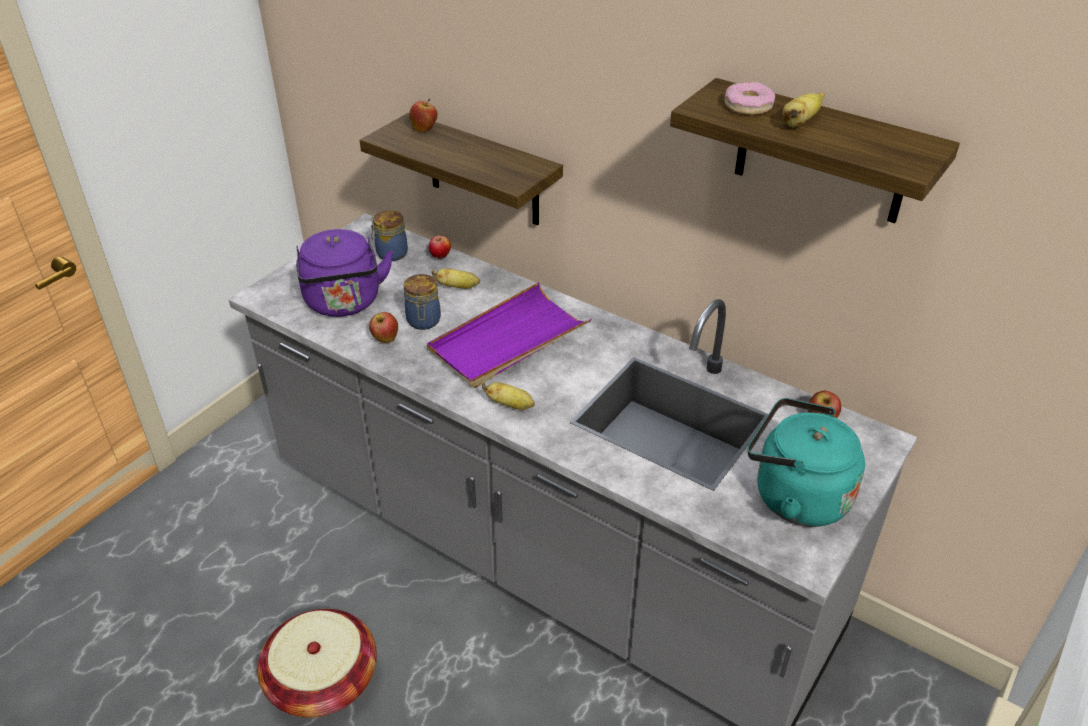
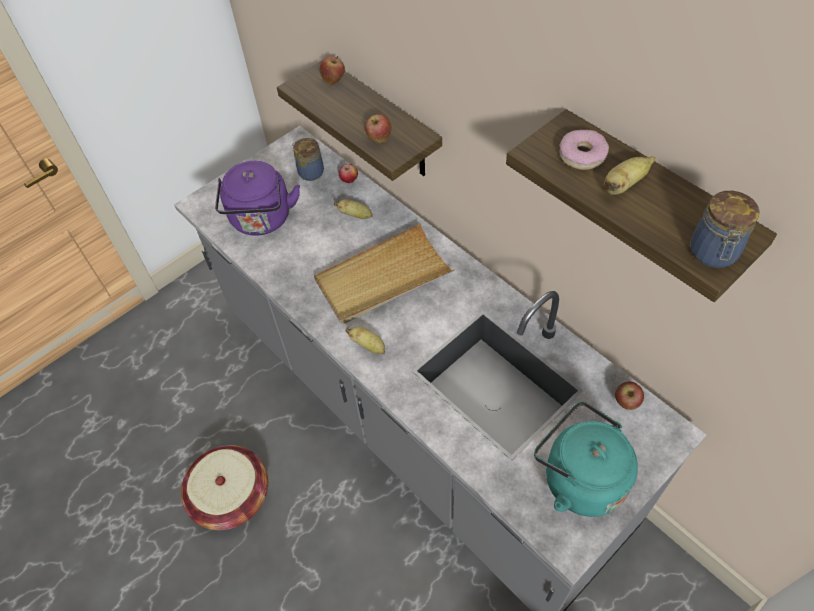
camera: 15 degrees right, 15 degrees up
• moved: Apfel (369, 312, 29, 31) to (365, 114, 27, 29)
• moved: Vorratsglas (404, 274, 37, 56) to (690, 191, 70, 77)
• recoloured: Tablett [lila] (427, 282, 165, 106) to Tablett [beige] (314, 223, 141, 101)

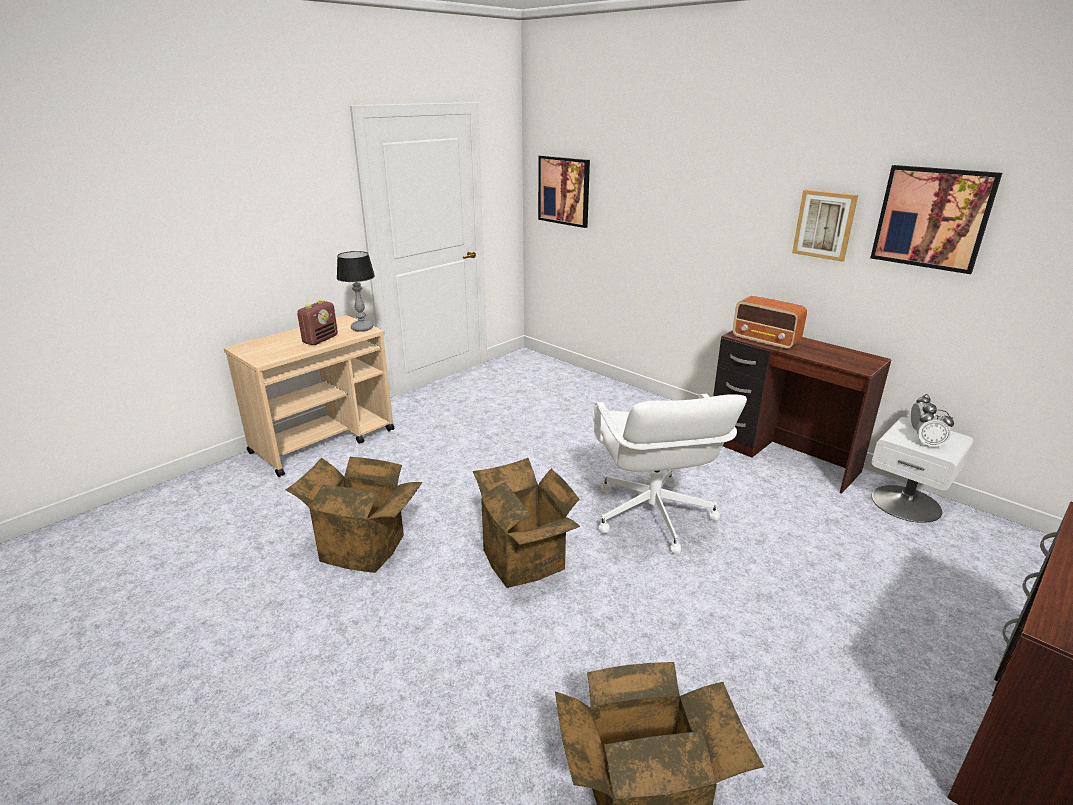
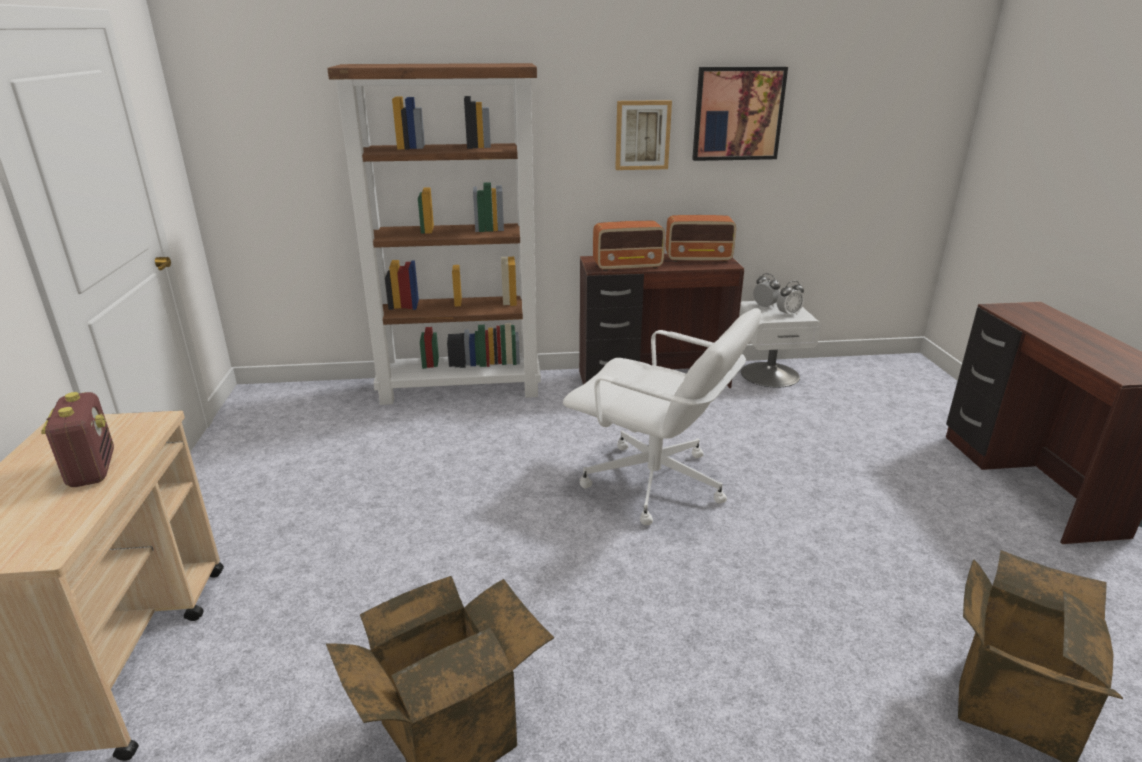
camera: 50 degrees left, 0 degrees up
• removed: Tischlampe (337, 251, 38, 81)
• removed: Karton (473, 458, 107, 130)
• removed: Bild (538, 155, 52, 73)
• added: Bücherregal [braun] (327, 63, 214, 342)
• added: Radio (666, 215, 70, 47)

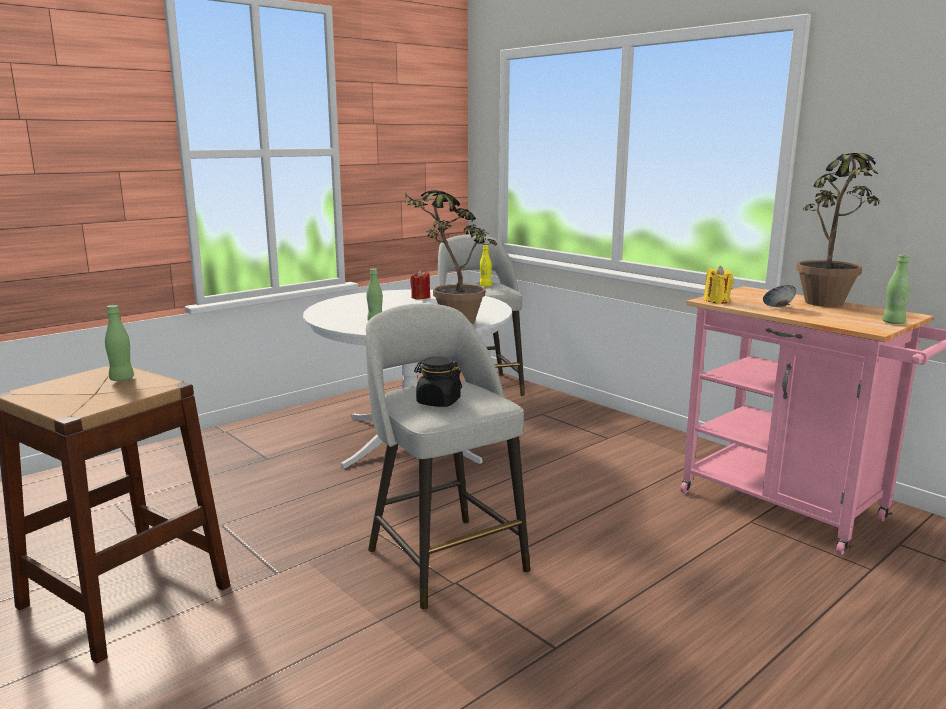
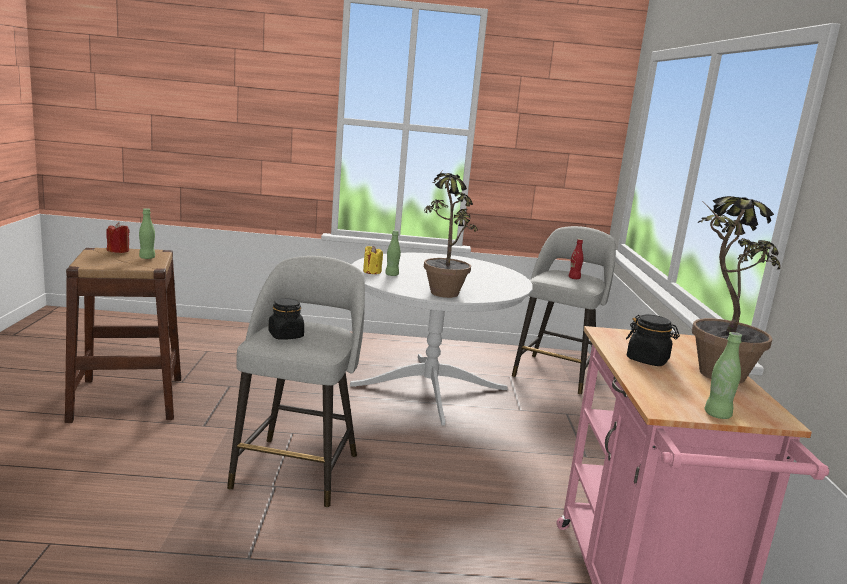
camera: 40 degrees right, 0 degrees up
• moved: Kerze [rot] (410, 270, 20, 29) to (106, 222, 24, 31)
• recoloured: Flasche [gelb] (479, 245, 13, 42) to Flasche [rot] (569, 239, 14, 40)
• moved: Kerze [gelb] (703, 266, 31, 38) to (363, 246, 20, 28)
• replaced: Schüssel (763, 285, 33, 23) to Vorratsglas [schwarz] (626, 314, 54, 52)

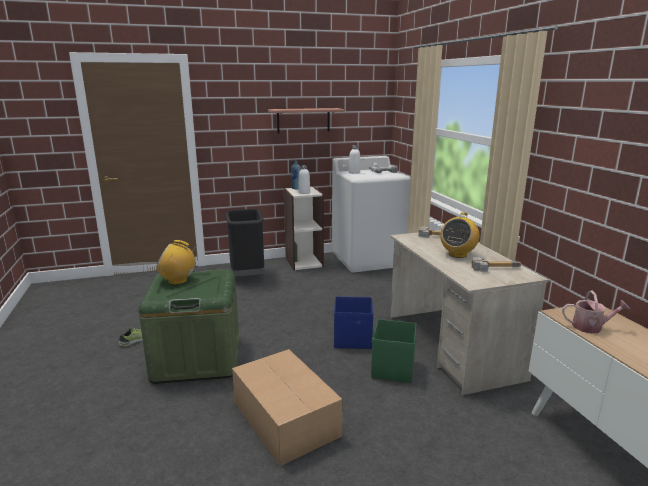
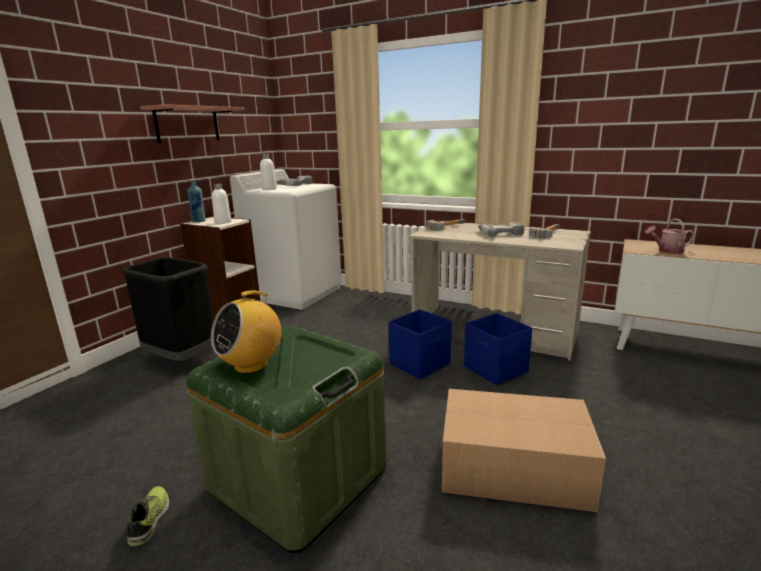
camera: 45 degrees left, 0 degrees up
• recoloured: Aufbewahrungsbox [grün] (371, 319, 46, 64) to Aufbewahrungsbox [blau] (464, 313, 68, 72)
• replaced: Radio (440, 212, 39, 46) to Bohrmaschine (478, 222, 46, 15)
• turned: Gießkanne (562, 291, 68, 43) = (645, 218, 50, 36) 150 degrees counterclockwise

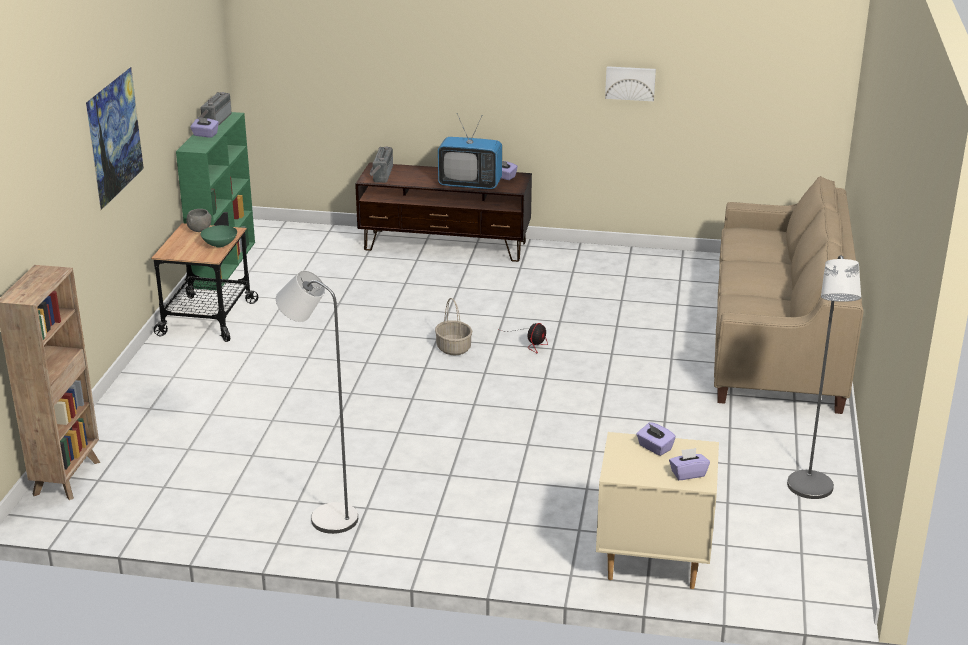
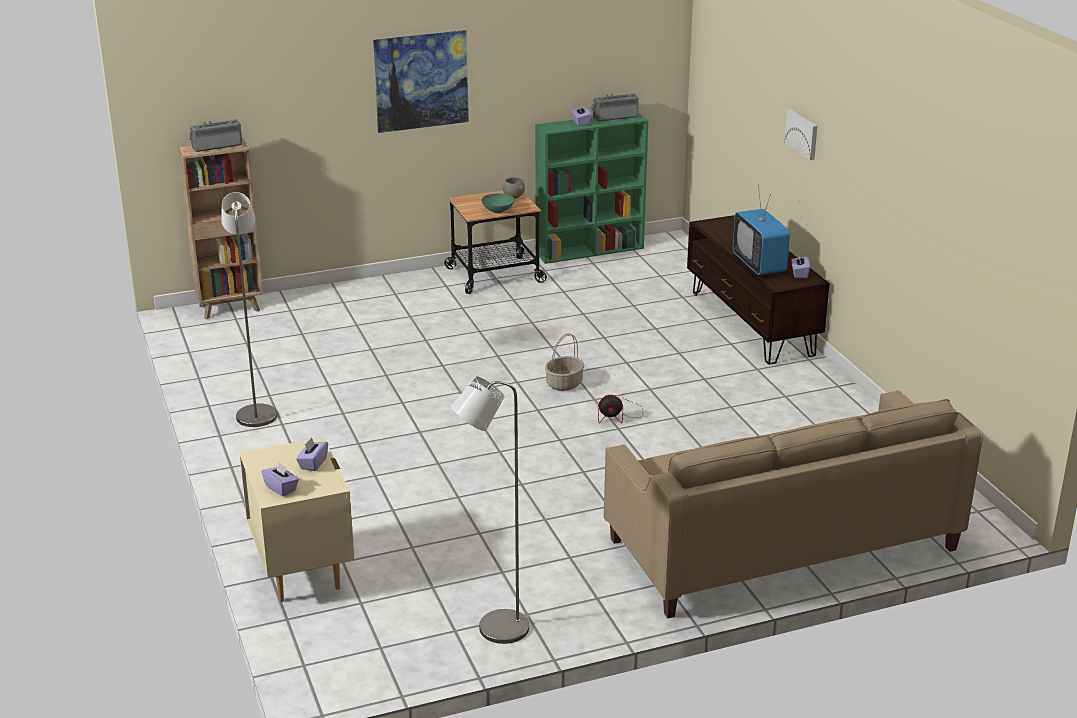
camera: 60 degrees right, 0 degrees up
• moved: Radio (369, 147, 24, 36) to (189, 119, 53, 33)
• moved: Bild (605, 66, 51, 35) to (784, 109, 33, 51)

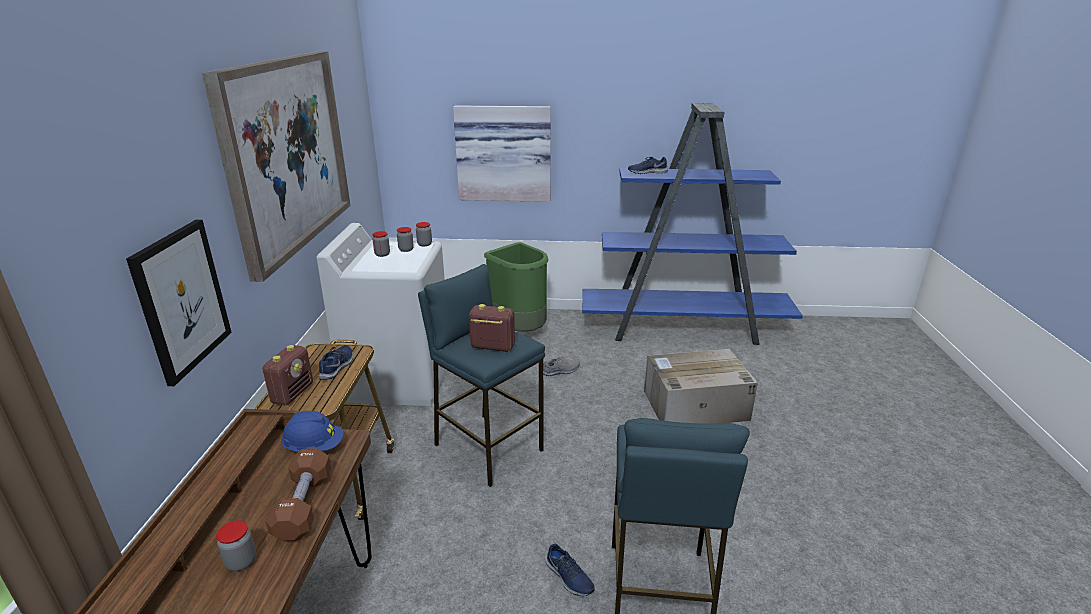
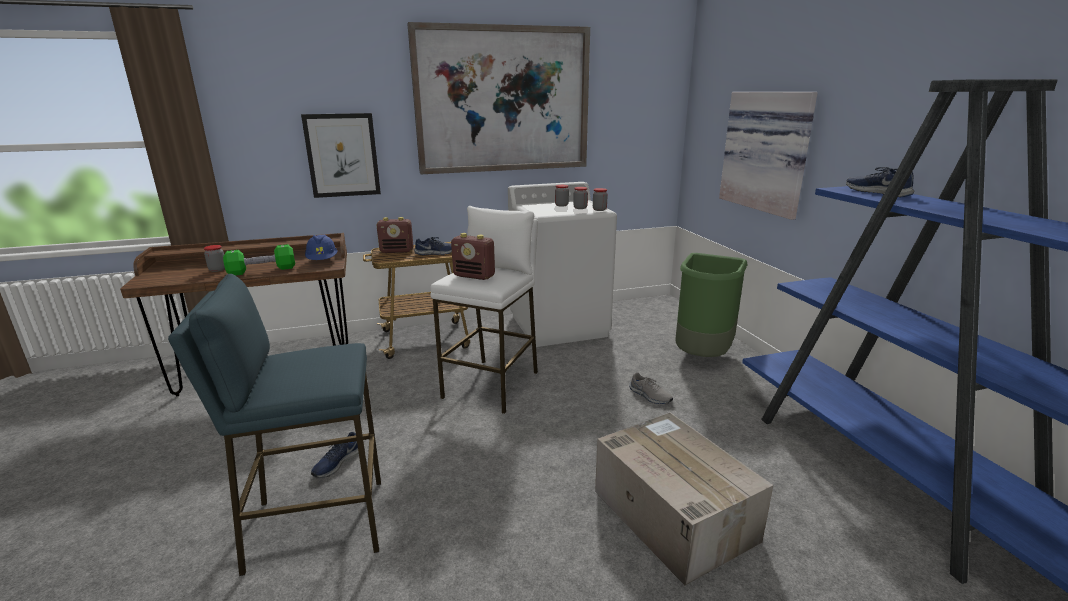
camera: 70 degrees right, 5 degrees down
• recoloured: Hantel [braun] (265, 448, 66, 93) to Hantel [grün] (223, 244, 72, 32)
• recoloured: Hocker [blau] (418, 264, 127, 223) to Hocker [weiß] (430, 206, 108, 208)
• turned: Radio (469, 304, 46, 48) = (451, 233, 44, 47) 120 degrees clockwise

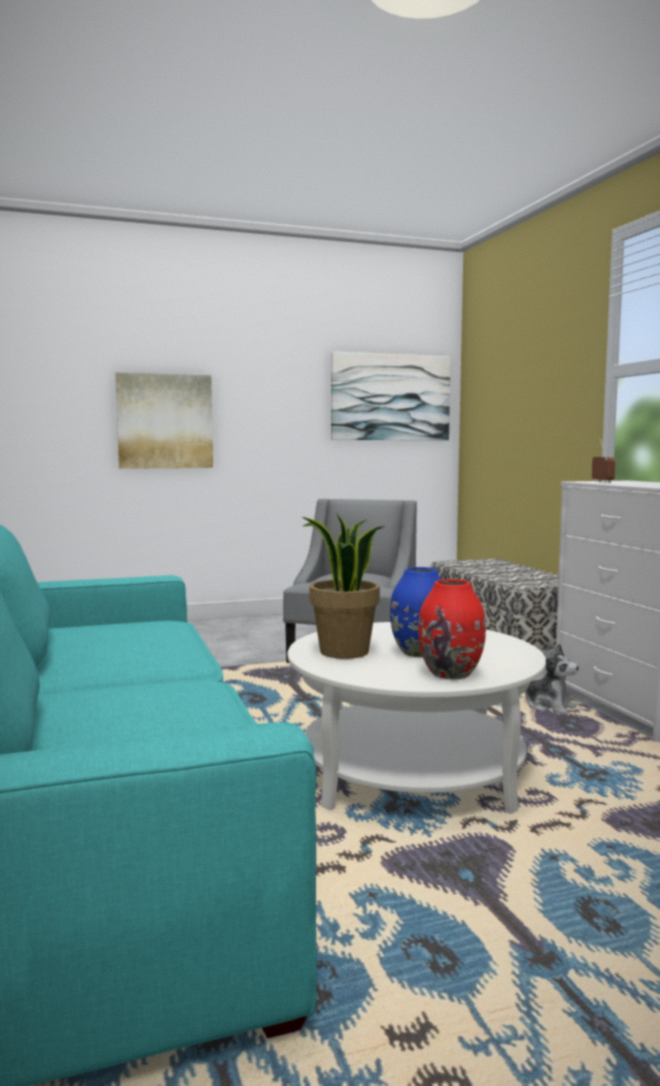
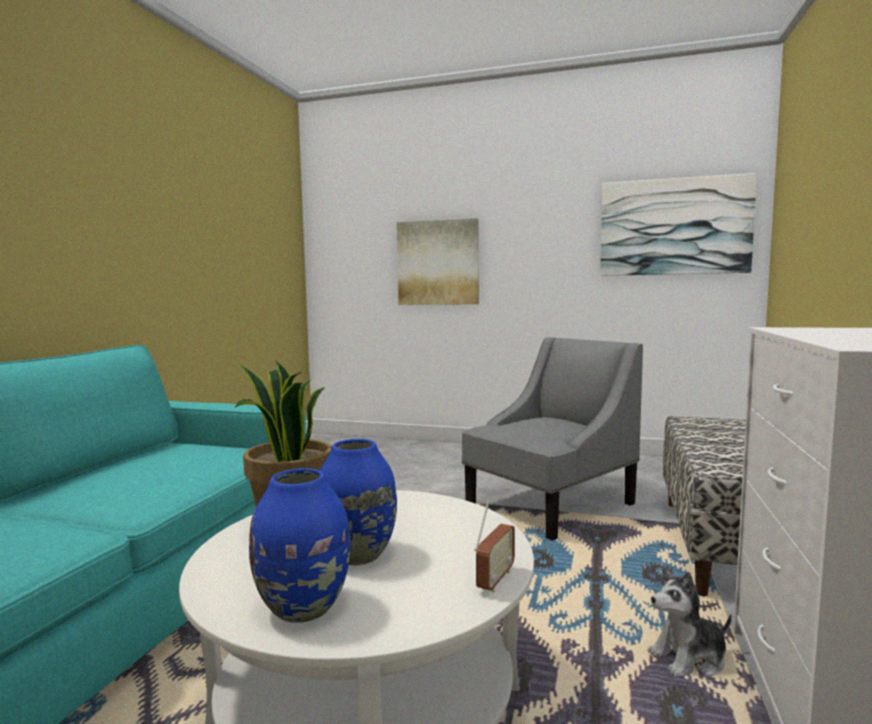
camera: 35 degrees right, 0 degrees up
• recoloured: Vase [rot] (418, 579, 68, 100) to Vase [blau] (249, 468, 101, 155)
• turned: Plüschtier (525, 643, 54, 71) = (647, 567, 85, 111) 90 degrees clockwise
• moved: Radio (592, 438, 24, 45) to (475, 498, 40, 94)

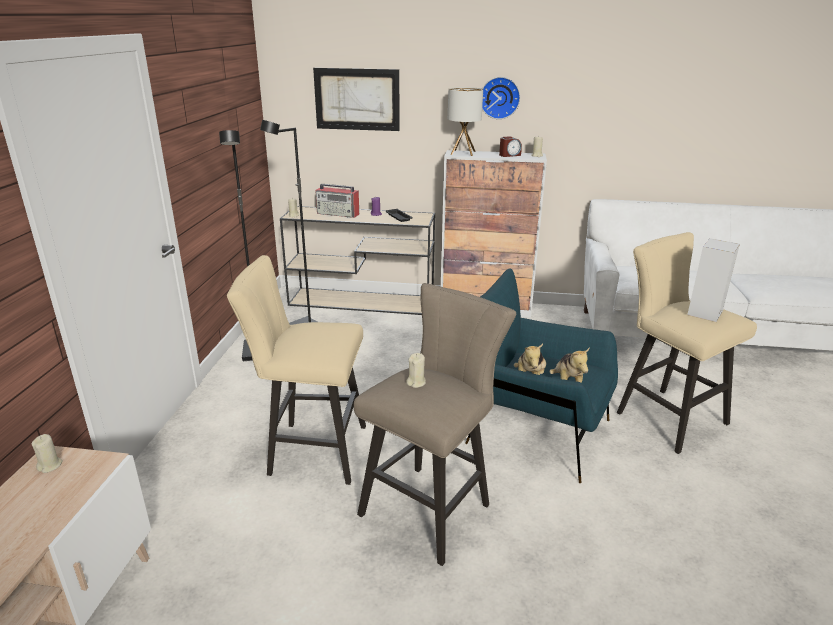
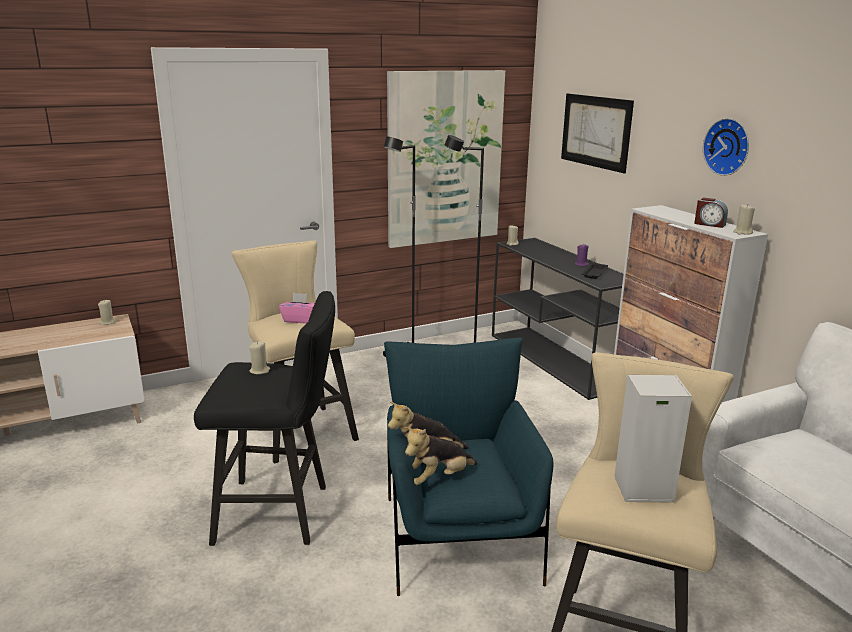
camera: 55 degrees right, 5 degrees down
• recoloured: Konsolentisch [beige] (280, 206, 155, 109) to Konsolentisch [schwarz] (492, 238, 132, 162)
• removed: Radio (315, 184, 44, 34)
• recoloured: Hocker [beige] (353, 283, 163, 283) to Hocker [schwarz] (194, 291, 141, 255)
• removed: Tischlampe (448, 87, 35, 69)
• added: Taschentuchbox [rosa] (279, 293, 36, 31)
• added: Bild (387, 70, 118, 178)

